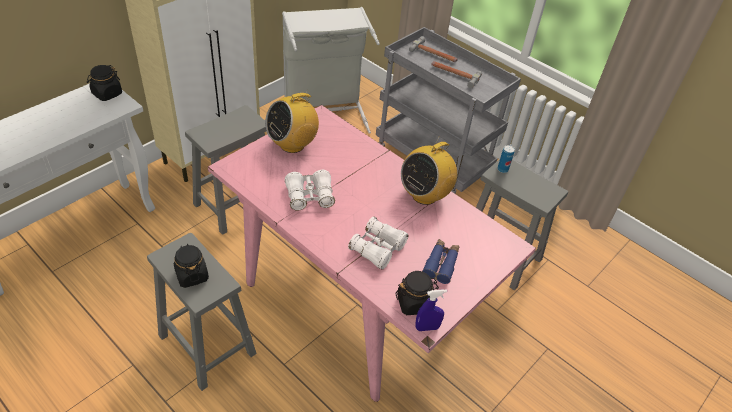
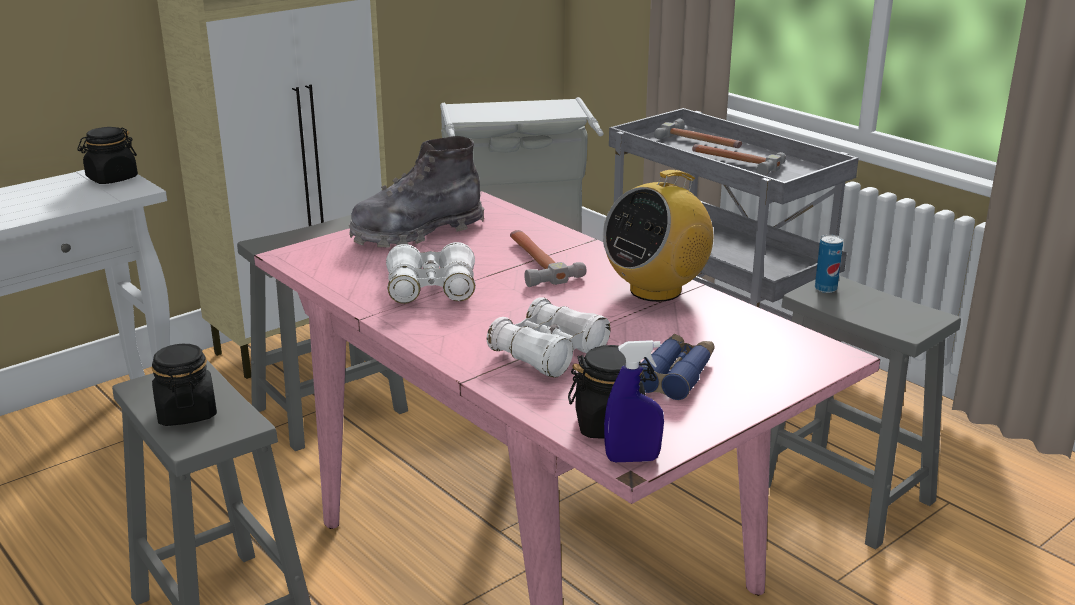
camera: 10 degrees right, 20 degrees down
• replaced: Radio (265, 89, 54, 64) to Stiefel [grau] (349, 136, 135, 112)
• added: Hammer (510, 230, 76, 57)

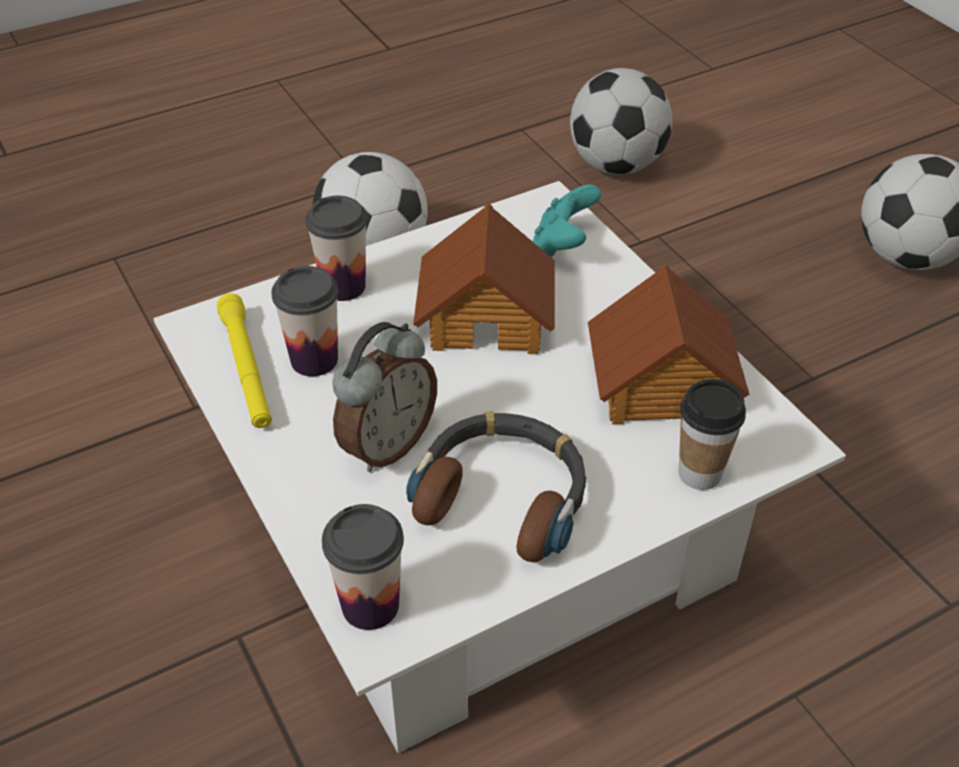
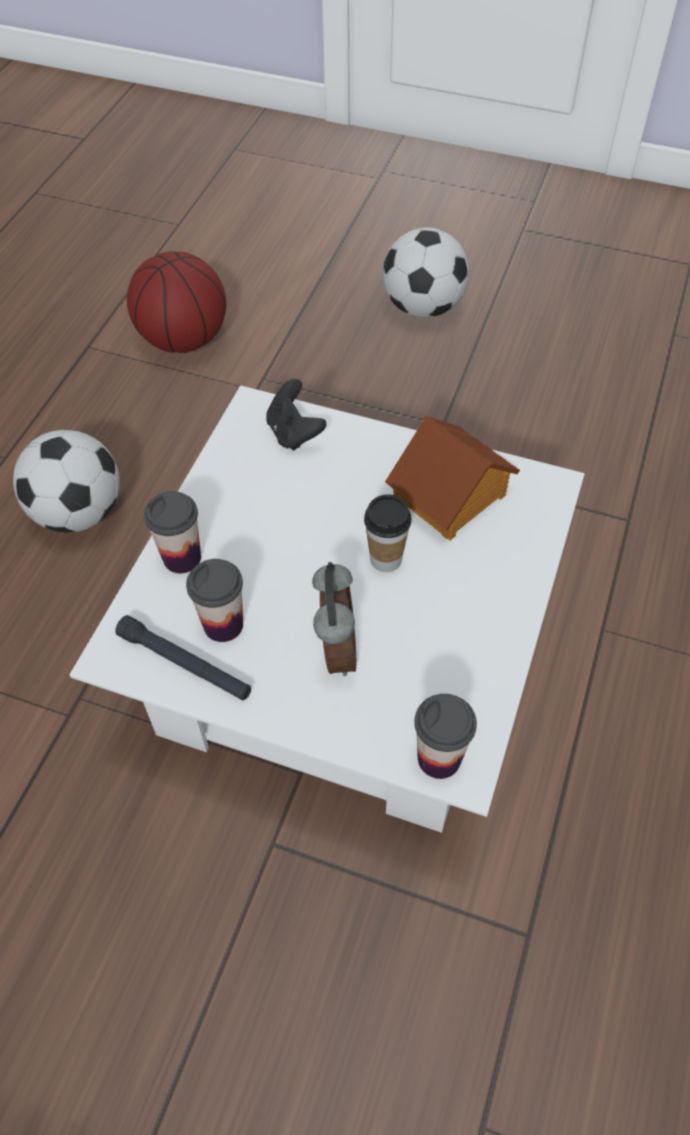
camera: 40 degrees left, 10 degrees up
• recoloured: Taschenlampe [gelb] (217, 293, 55, 135) to Taschenlampe [schwarz] (115, 615, 136, 85)
• removed: Kopfhörer (406, 411, 180, 151)
• removed: Spielzeughaus (413, 203, 142, 151)
• recoloured: Gamepad [türkis] (533, 185, 68, 72) to Gamepad [schwarz] (266, 379, 60, 71)
• replaced: Fußball (570, 68, 102, 107) to Basketball (127, 251, 99, 102)
• moved: Tasse (678, 379, 68, 111) to (364, 494, 47, 78)

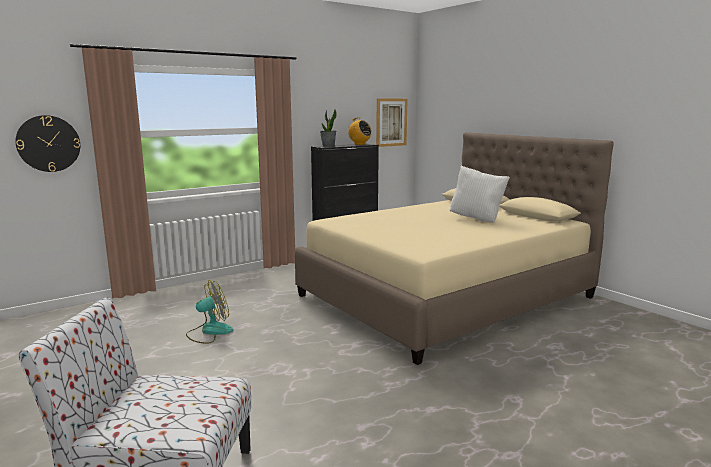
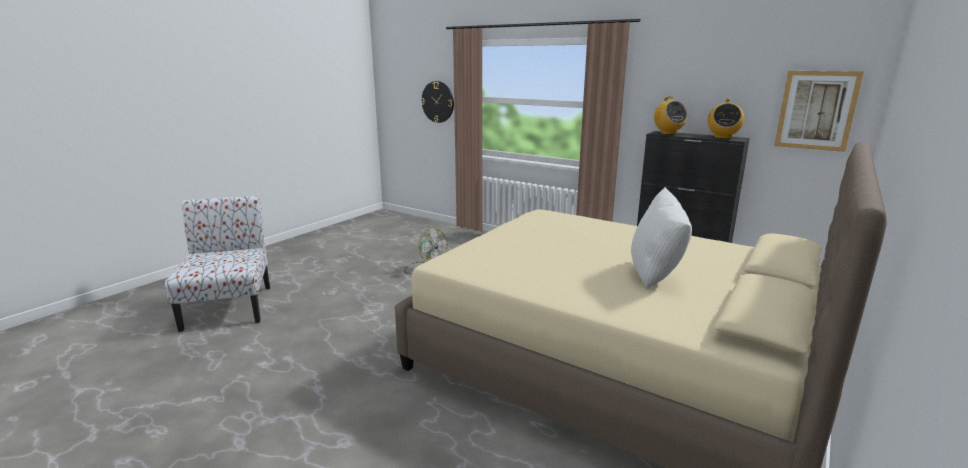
camera: 70 degrees right, 5 degrees up
• replaced: Topfpflanze (320, 110, 17, 37) to Radio (654, 96, 33, 39)

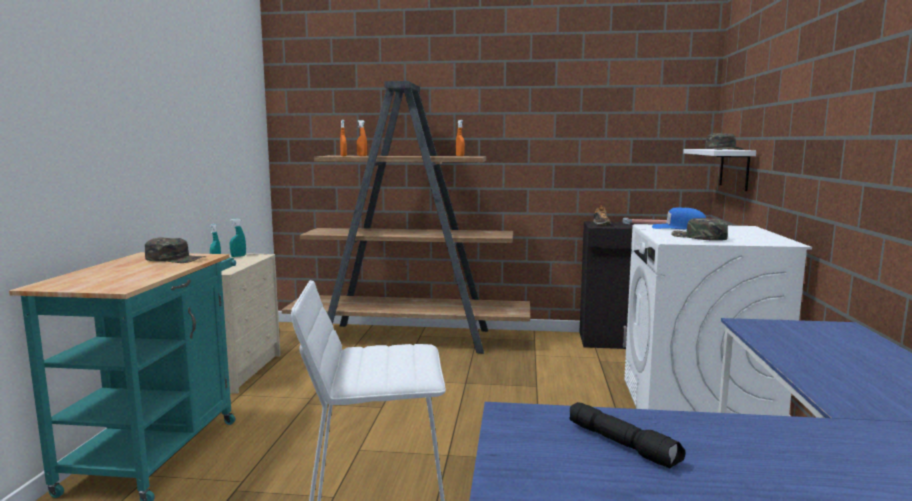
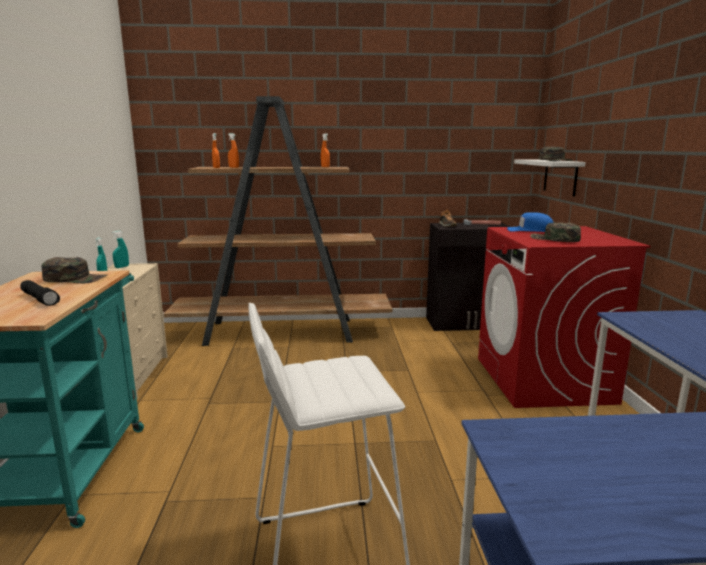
camera: 10 degrees left, 5 degrees up
• moved: Taschenlampe [schwarz] (569, 402, 117, 66) to (20, 280, 40, 26)
• recoloured: Waschmaschine [weiß] (624, 224, 188, 192) to Waschmaschine [rot] (478, 226, 173, 182)

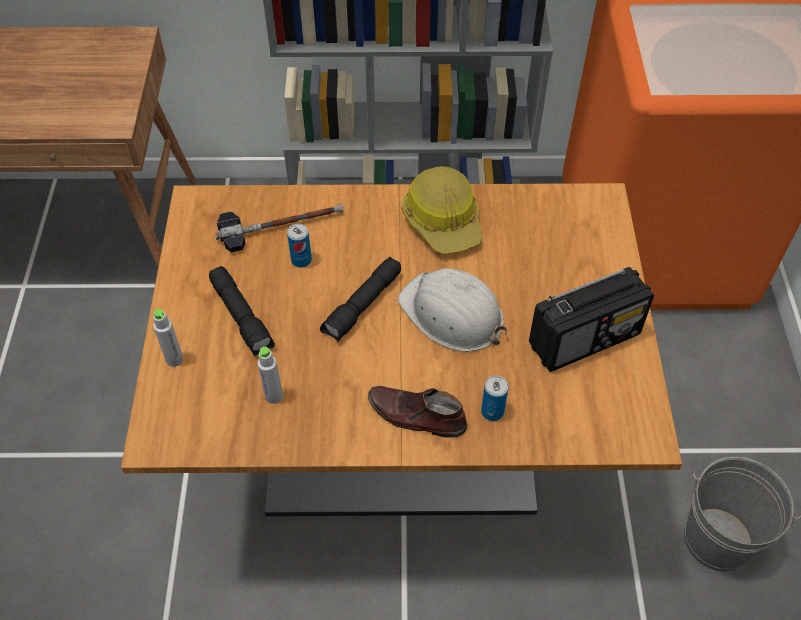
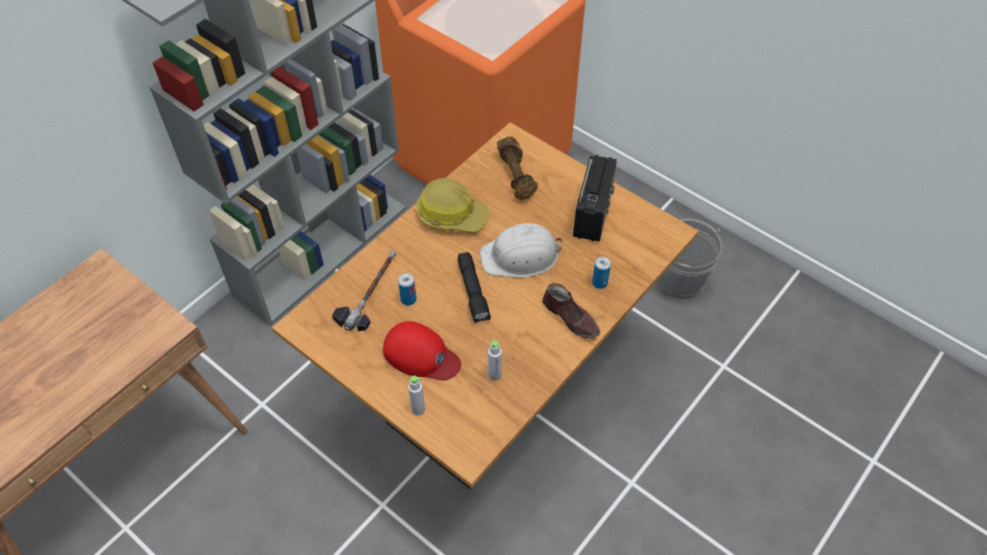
camera: 50 degrees left, 0 degrees up
• replaced: Taschenlampe [schwarz] (209, 266, 66, 90) to Kappe [rot] (383, 321, 78, 59)
• turned: Schuh [braun] (368, 386, 99, 52) = (542, 283, 58, 56) 105 degrees counterclockwise
• added: Hantel [braun] (497, 136, 41, 64)

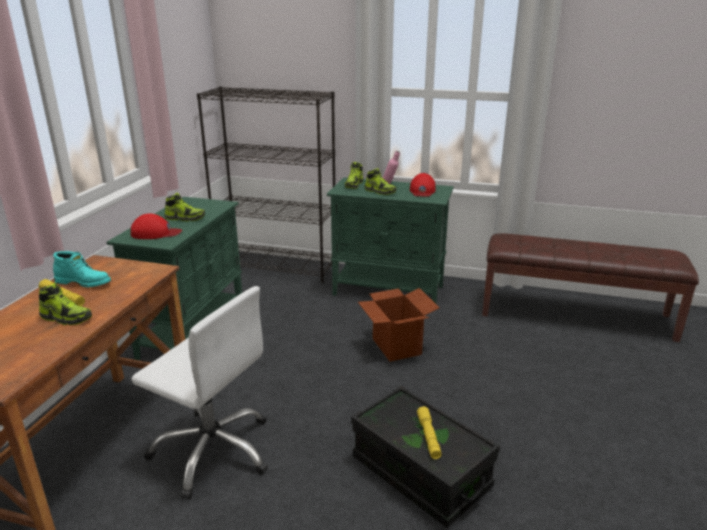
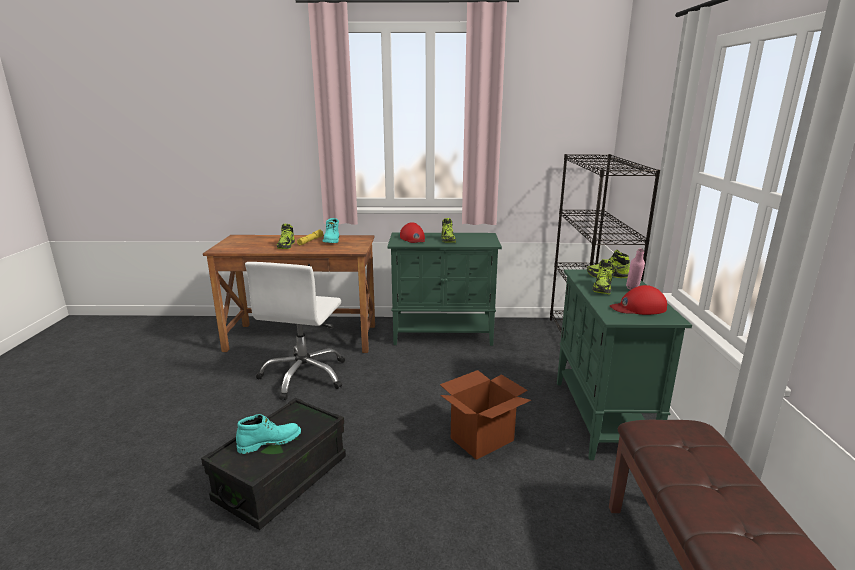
camera: 75 degrees right, 5 degrees down
• replaced: Taschenlampe [gelb] (417, 406, 25, 53) to Stiefel [türkis] (236, 414, 65, 40)

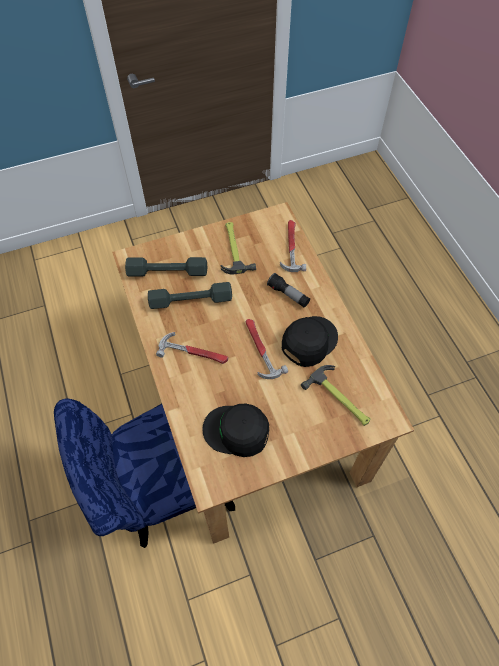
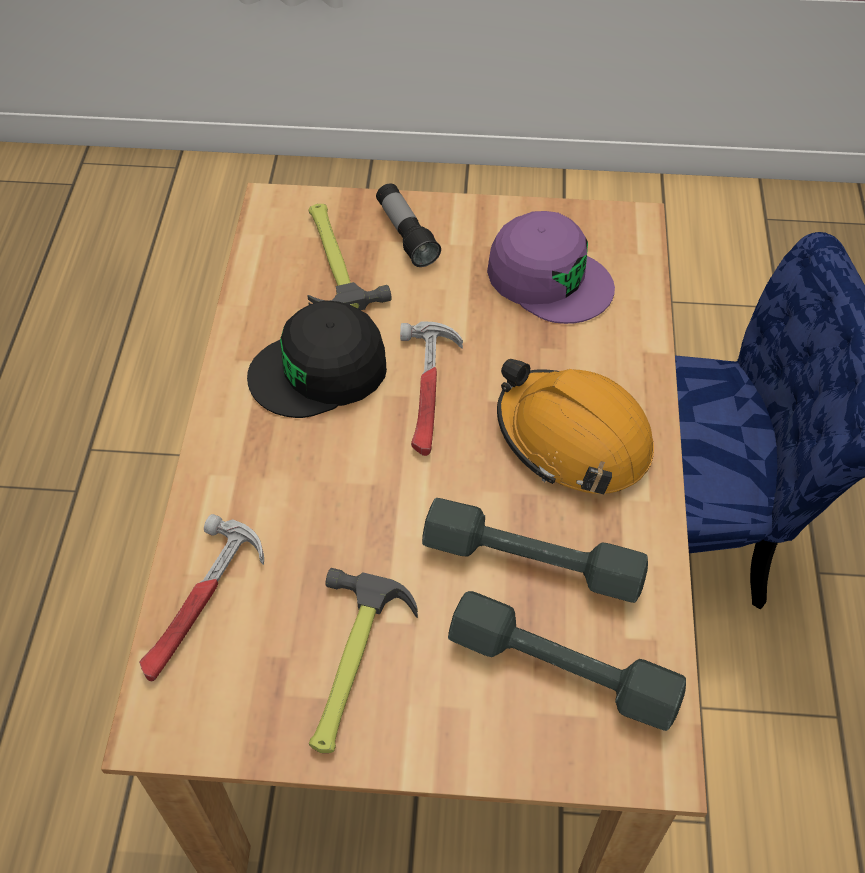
camera: 155 degrees left, 5 degrees down
• replaced: Hammer (156, 332, 72, 32) to Schutzhelm [orange] (497, 359, 157, 136)
• recoloured: Kappe [schwarz] (202, 404, 67, 53) to Kappe [lila] (487, 211, 128, 113)
• moved: Taschenlampe (267, 273, 43, 35) to (376, 184, 65, 83)

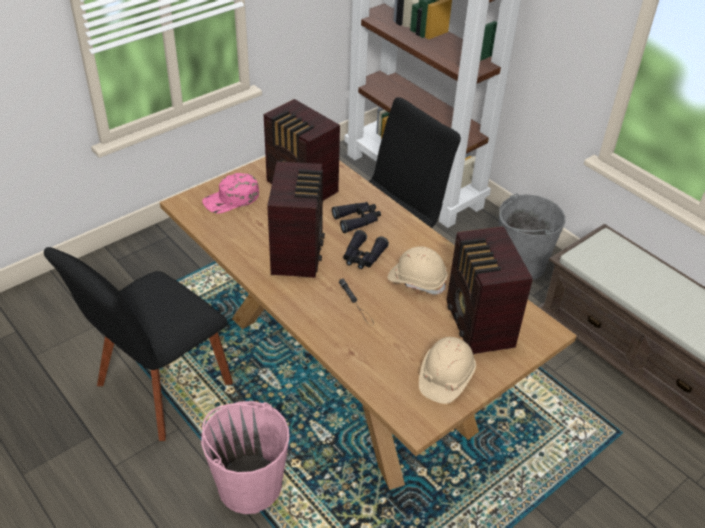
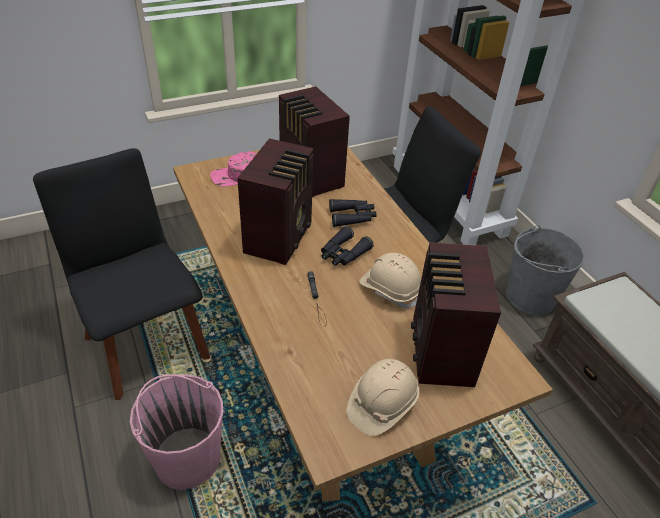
camera: 15 degrees right, 0 degrees up
• turned: Stuhl [schwarz] (44, 247, 189, 194) = (33, 148, 177, 252) 90 degrees clockwise

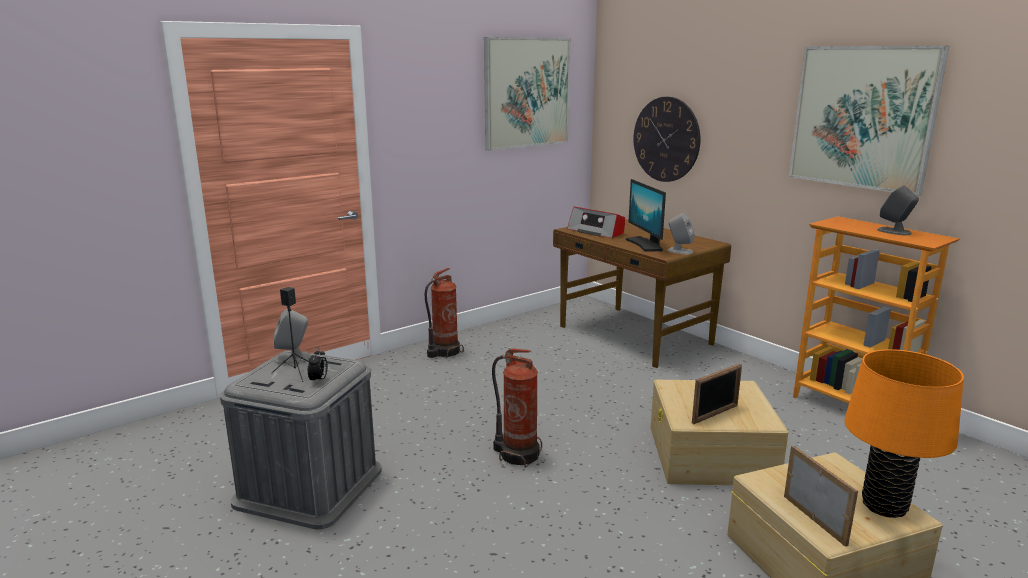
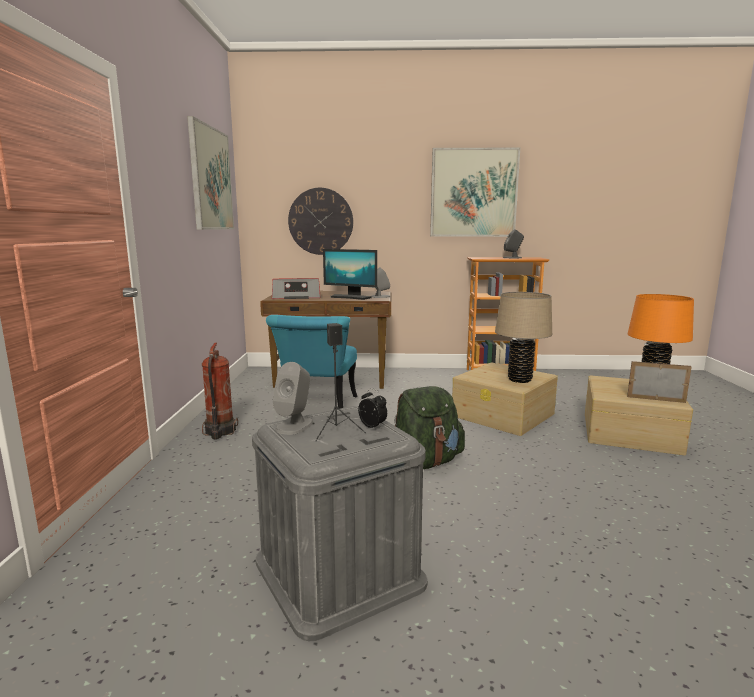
camera: 50 degrees left, 5 degrees down
• replaced: Feuerlöscher (492, 348, 50, 120) to Rucksack [grün] (394, 386, 71, 83)
• replaced: Bilderrahmen (692, 363, 50, 61) to Tischlampe [beige] (495, 292, 57, 91)
• added: Stuhl [türkis] (266, 315, 91, 94)

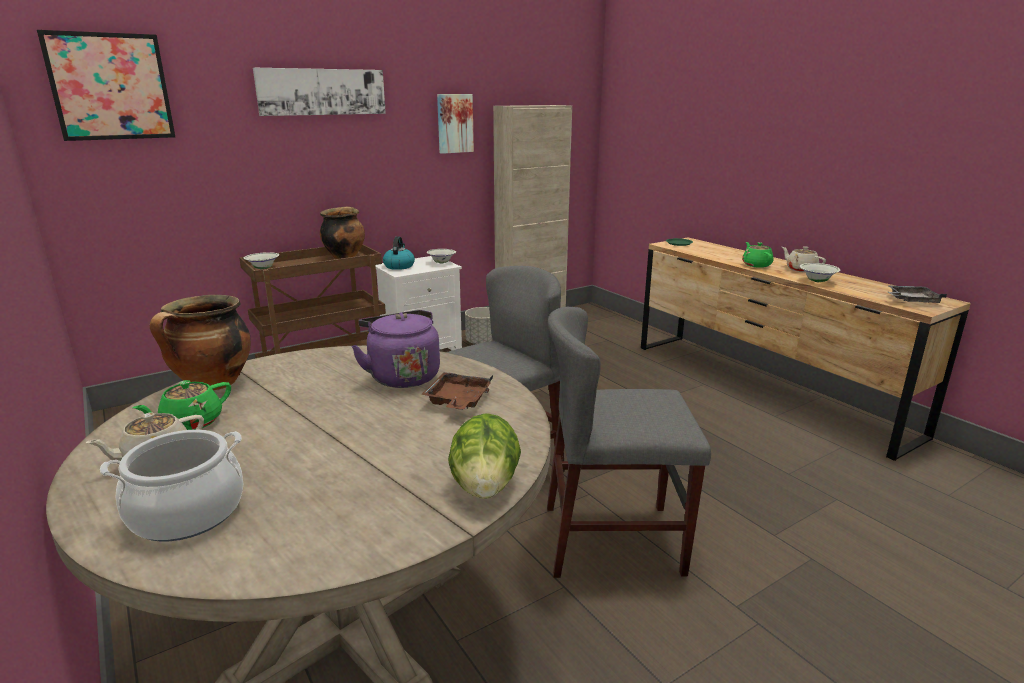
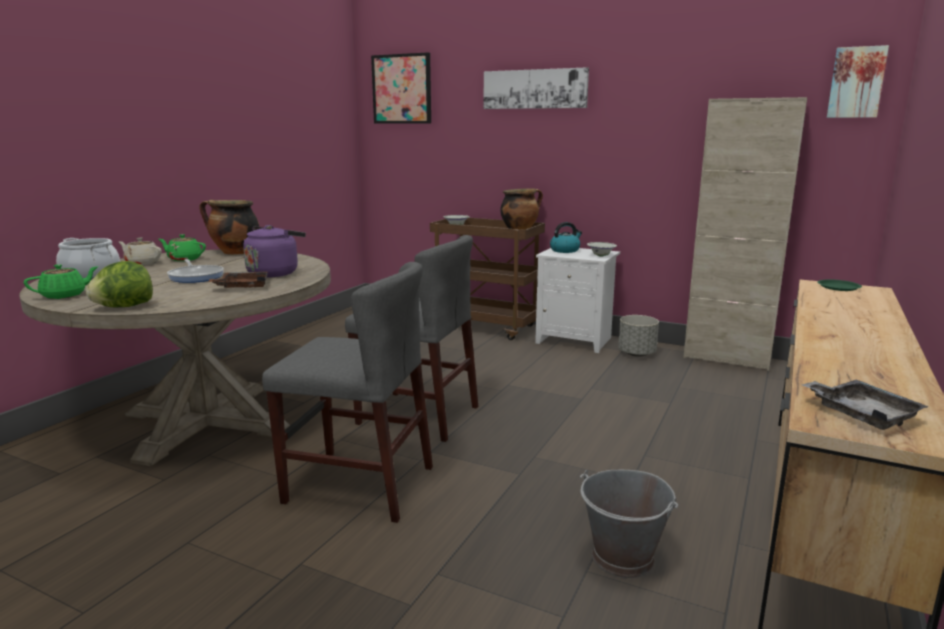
camera: 60 degrees right, 5 degrees down
• moved: Bild (437, 94, 37, 60) to (827, 45, 62, 73)
• turned: Stuhl [grau] (547, 307, 164, 271) = (262, 262, 171, 261) 135 degrees clockwise
• moved: Teekanne [grün] (742, 242, 32, 26) to (24, 264, 75, 35)
• removed: Teekanne [beige] (782, 246, 44, 26)
• removed: Schüssel [weiß] (800, 263, 40, 19)
• added: Pfanne (167, 259, 57, 24)
• added: Eimer [grau] (580, 470, 98, 108)

